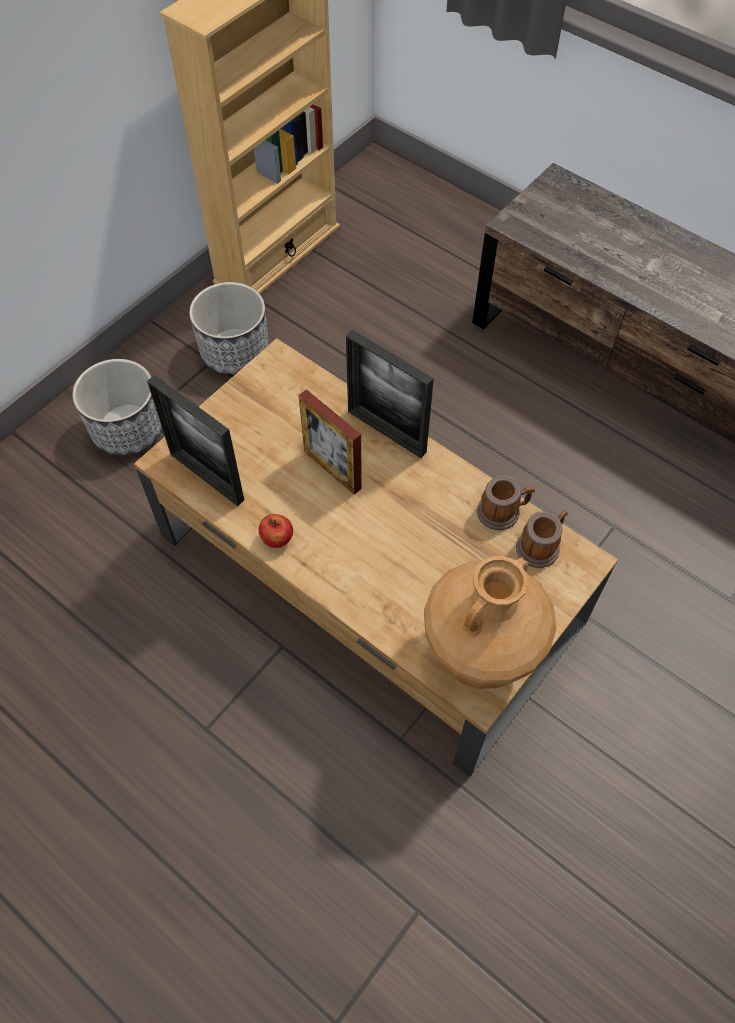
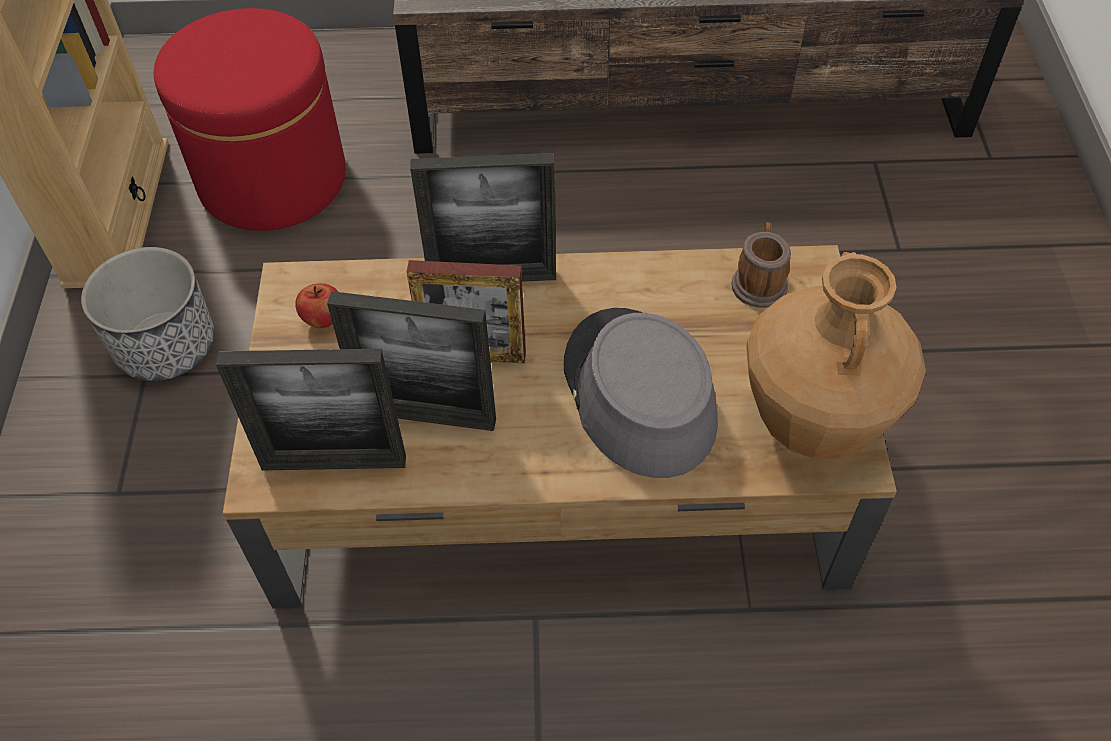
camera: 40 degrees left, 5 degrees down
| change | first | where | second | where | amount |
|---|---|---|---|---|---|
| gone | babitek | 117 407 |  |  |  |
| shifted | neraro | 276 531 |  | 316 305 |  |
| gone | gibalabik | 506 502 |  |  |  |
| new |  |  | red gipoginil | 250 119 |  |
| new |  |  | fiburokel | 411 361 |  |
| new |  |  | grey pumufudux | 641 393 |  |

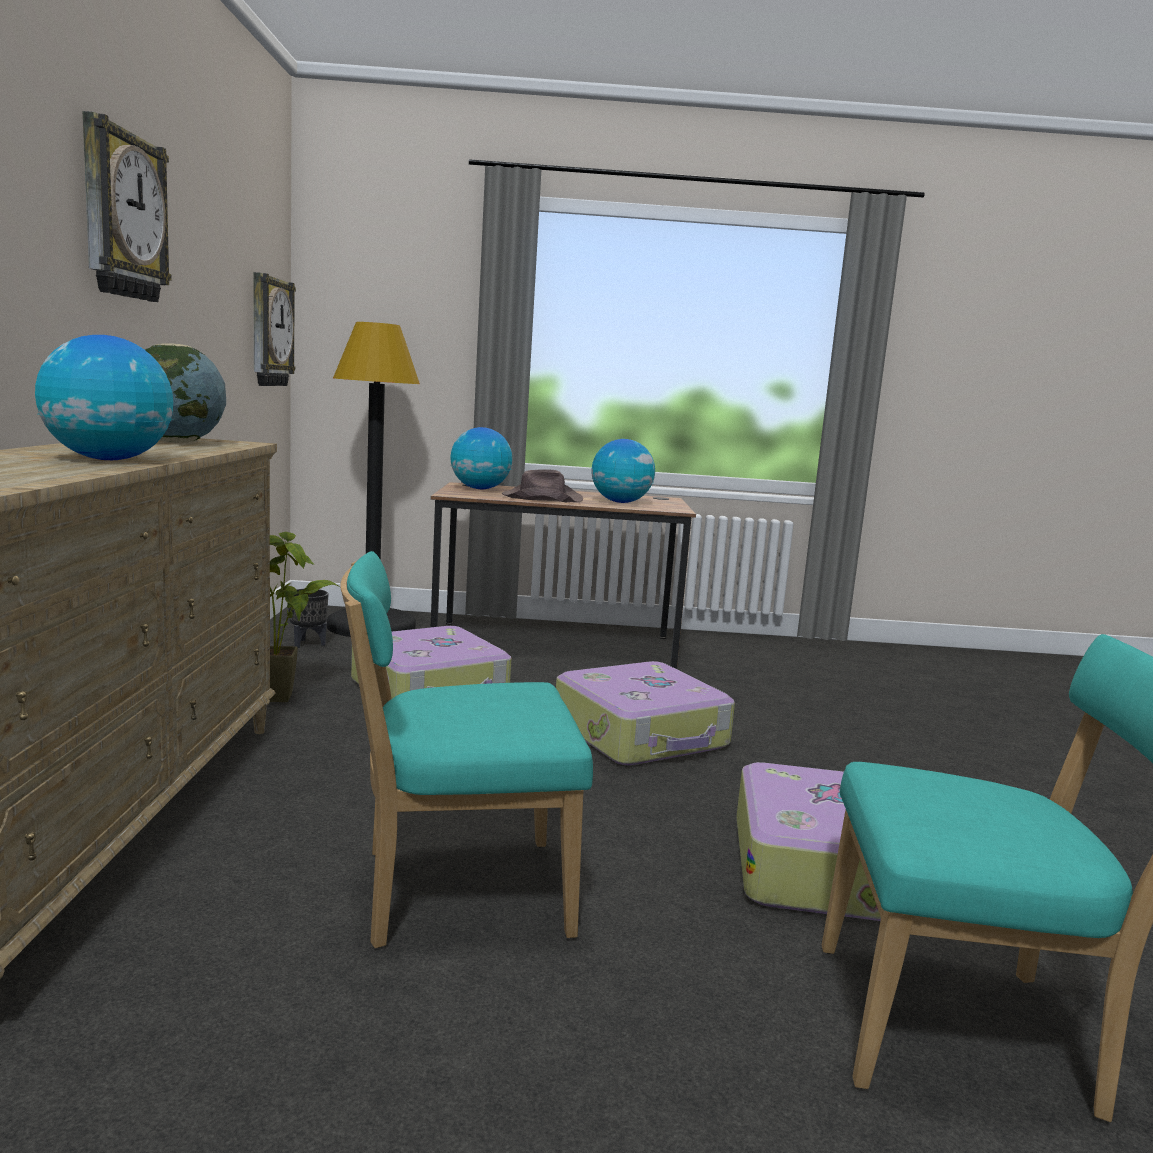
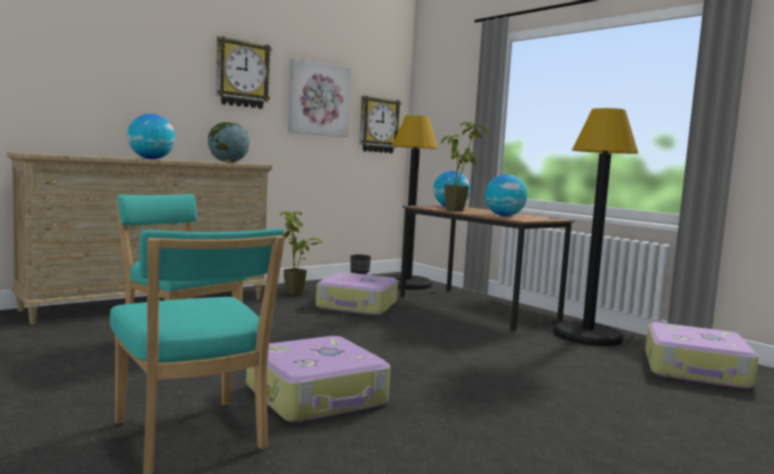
camera: 50 degrees right, 5 degrees down
| change | first | where | second | where | amount |
|---|---|---|---|---|---|
| swapped | brown pumufudux | 542 485 | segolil | 465 167 |  |
| shifted | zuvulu | 645 713 |  | 702 355 |  |
| new |  |  | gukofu | 320 97 |  |
| new |  |  | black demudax | 595 227 |  |

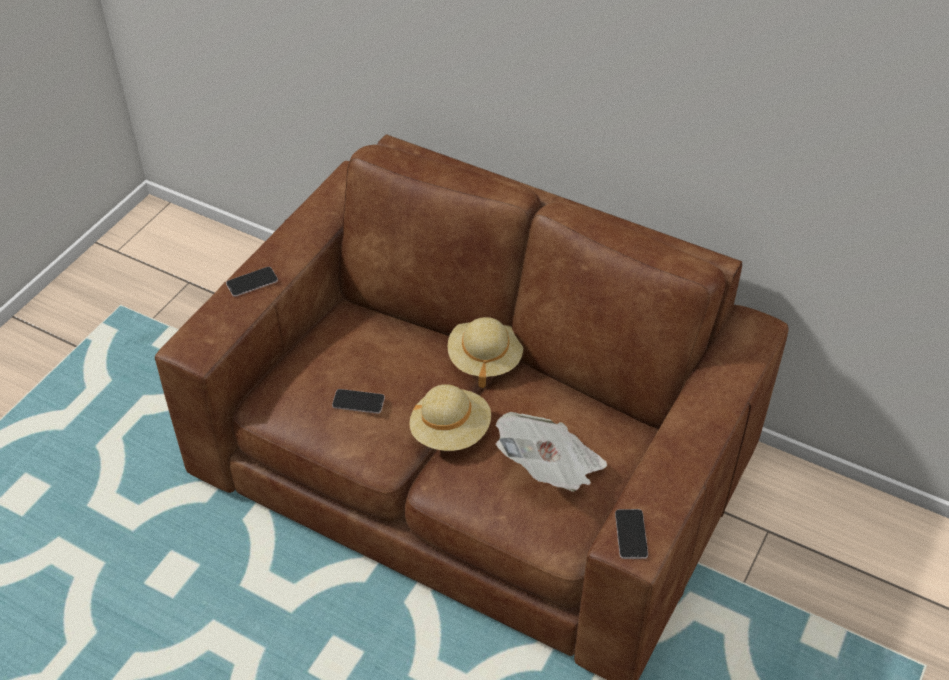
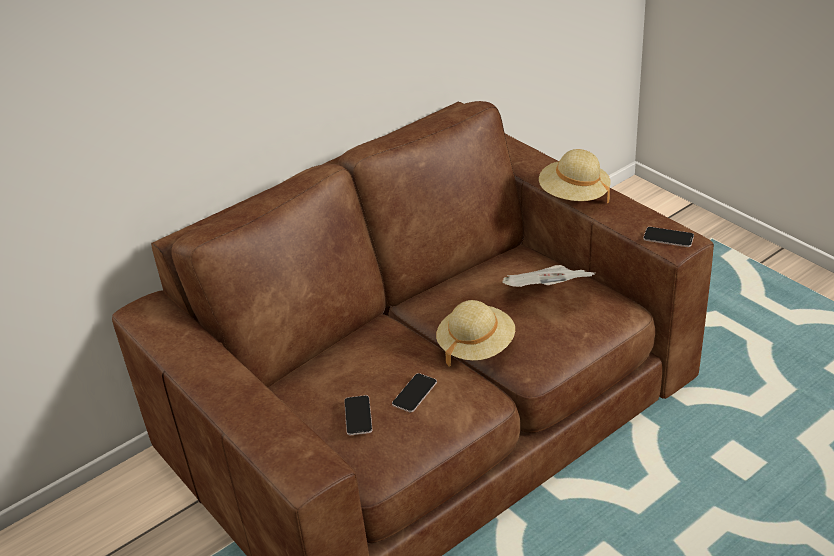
camera: 65 degrees left, 10 degrees down
| change | first | where | second | where | amount |
|---|---|---|---|---|---|
| shifted | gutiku | 252 282 |  | 358 415 |  |
| shifted | beige pumufudux | 485 352 |  | 575 176 |  |

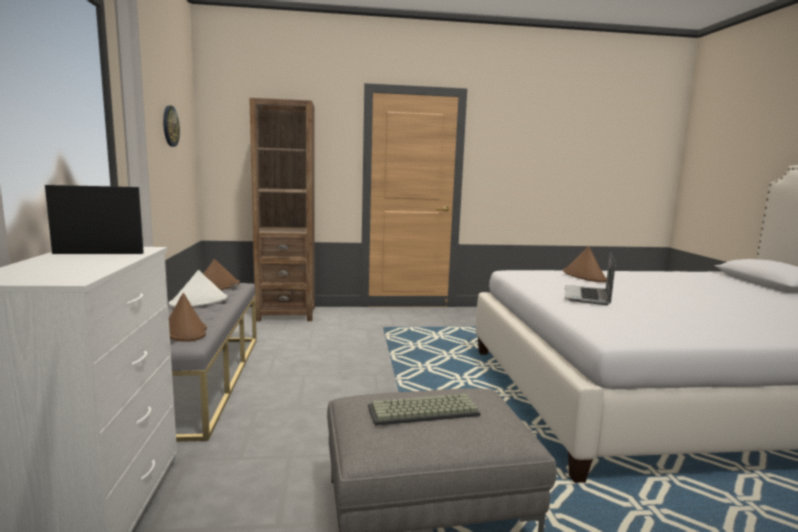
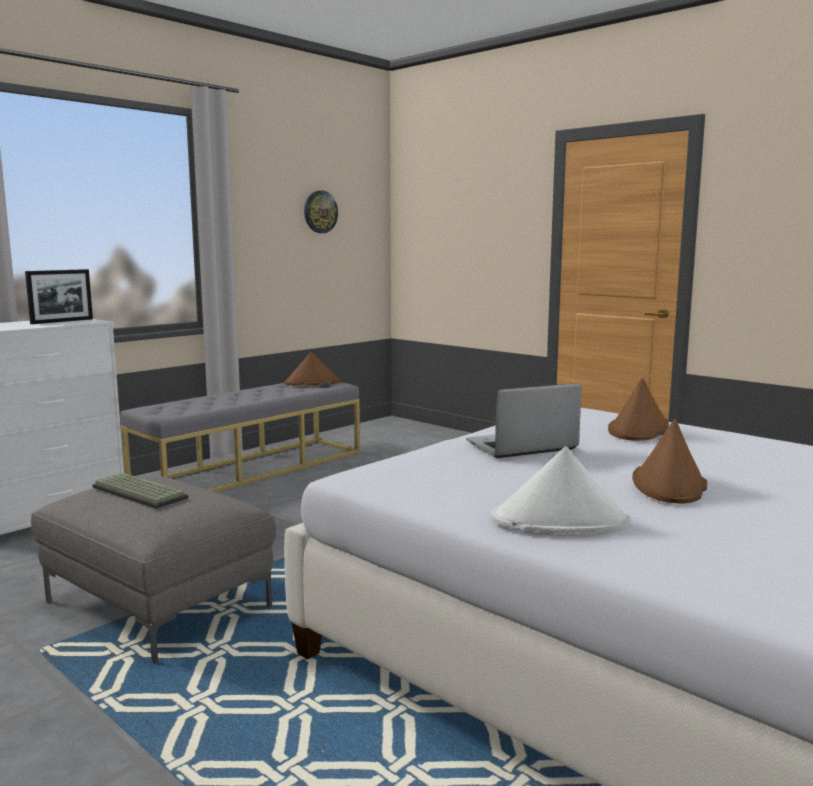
camera: 50 degrees right, 0 degrees up
| change | first | where | second | where | amount |
|---|---|---|---|---|---|
| rotated | fiburokel | 94 219 |  | 59 296 | 90 degrees clockwise |
| shifted | white pumufudux | 198 288 |  | 561 490 |  |
| shifted | brown pumufudux | 188 317 |  | 669 461 |  |
| gone | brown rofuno | 282 209 |  |  |  |

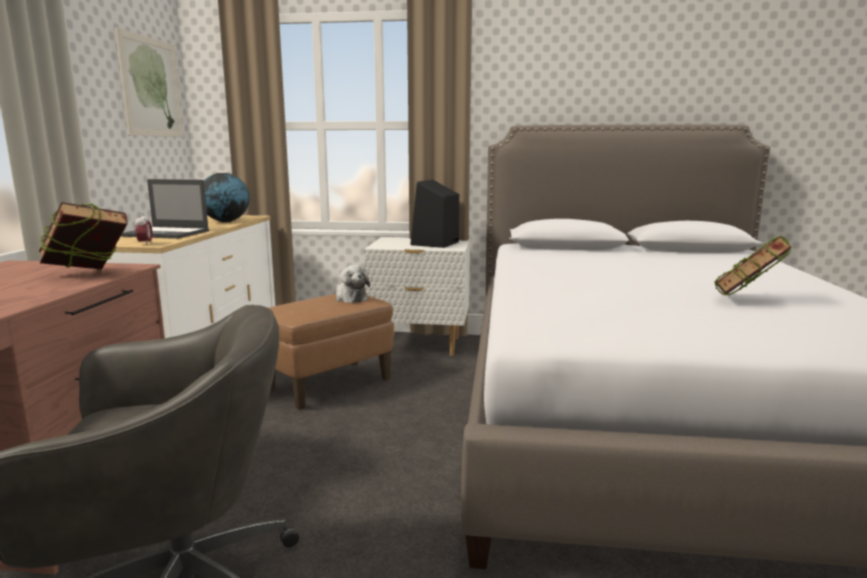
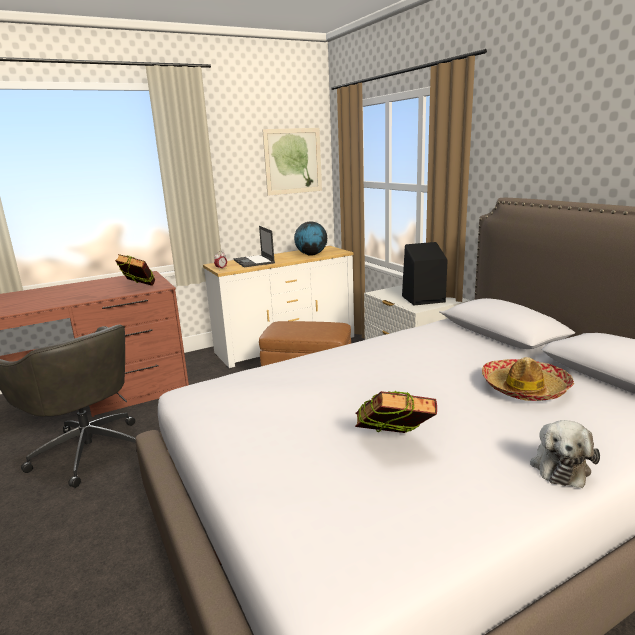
camera: 55 degrees right, 5 degrees up
| change | first | where | second | where | amount |
|---|---|---|---|---|---|
| shifted | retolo | 353 284 |  | 565 454 |  |
| new |  |  | pumufudux | 528 379 |  |

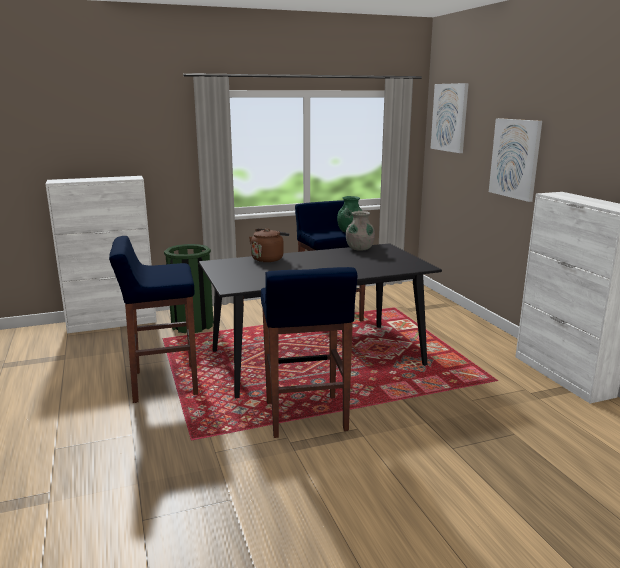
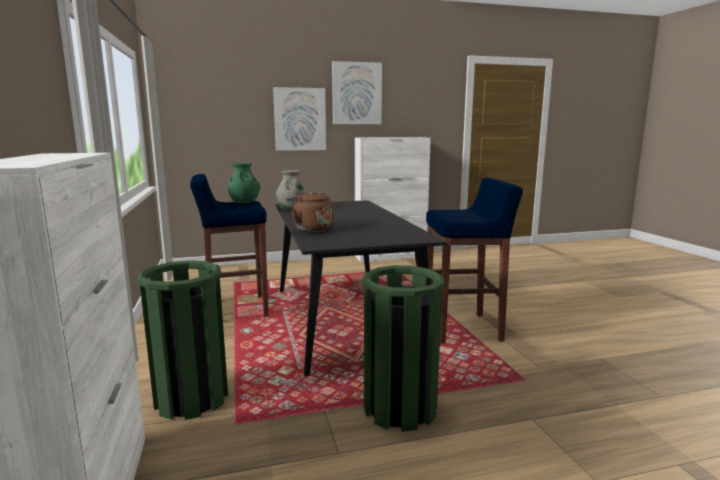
camera: 85 degrees left, 5 degrees down
| change | first | where | second | where | amount |
|---|---|---|---|---|---|
| swapped | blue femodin | 153 319 | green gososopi | 403 348 |  |
| shifted | gukofu | 450 118 |  | 357 92 |  |

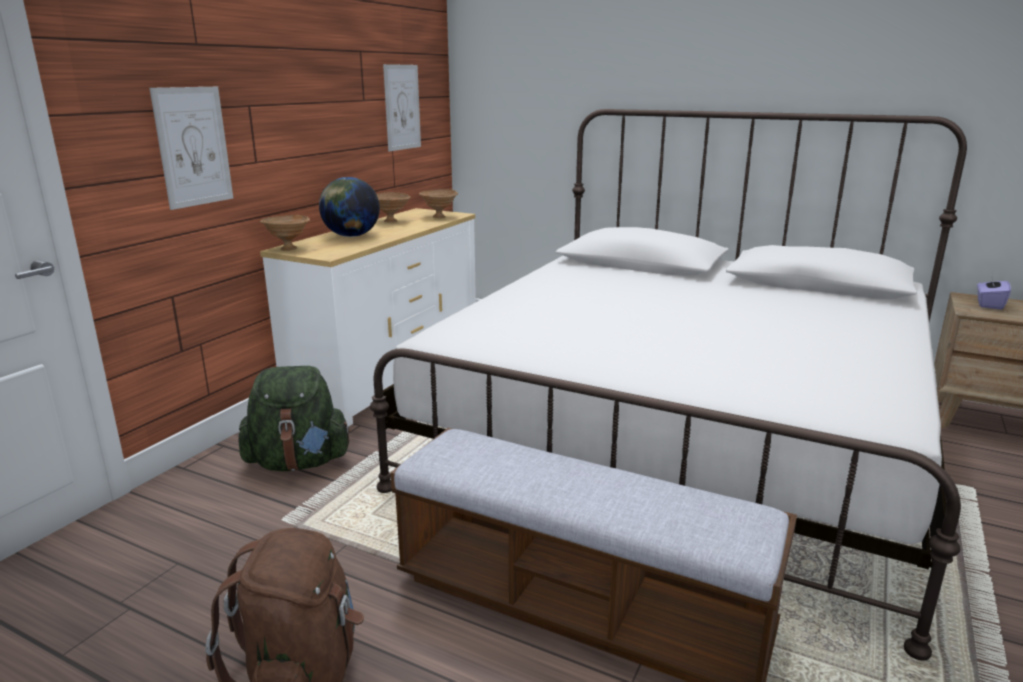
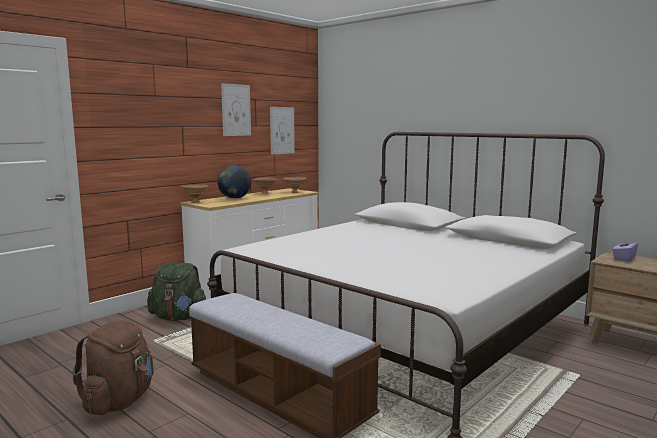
camera: 15 degrees right, 10 degrees down
| change | first | where | second | where | amount |
|---|---|---|---|---|---|
| shifted | gukofu | 191 148 |  | 236 109 |  |

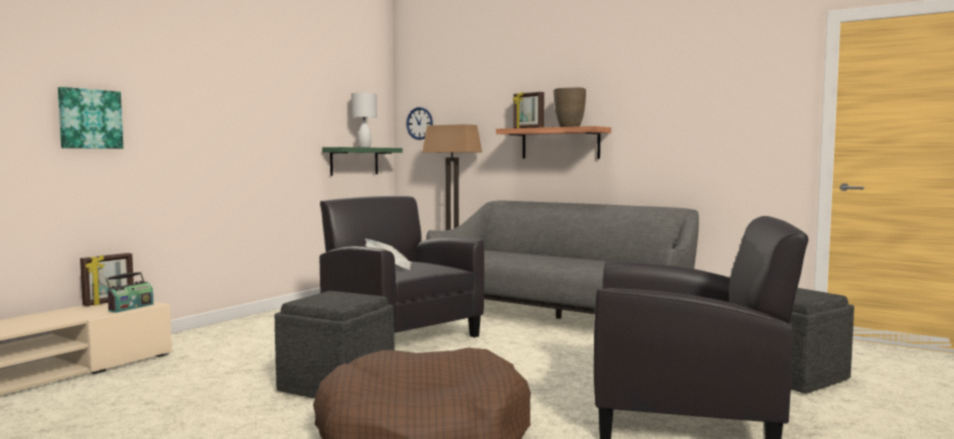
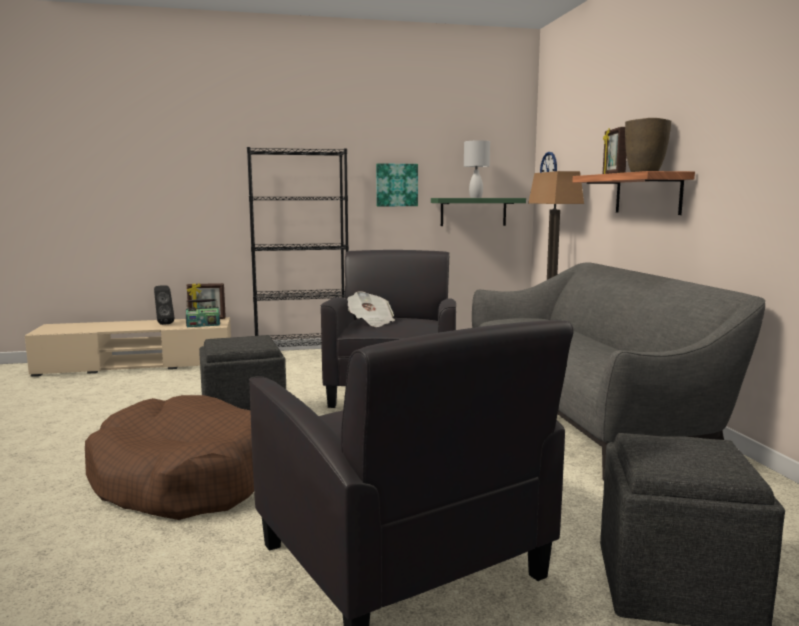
camera: 45 degrees right, 5 degrees up
| change | first | where | second | where | amount |
|---|---|---|---|---|---|
| shifted | gukofu | 90 118 |  | 397 184 |  |
| new |  |  | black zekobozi | 164 305 |  |
| new |  |  | black rofuno | 298 247 |  |

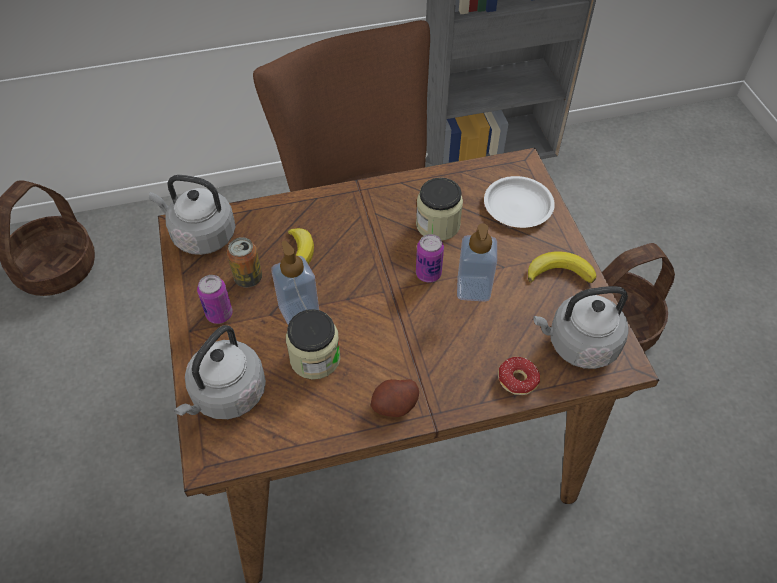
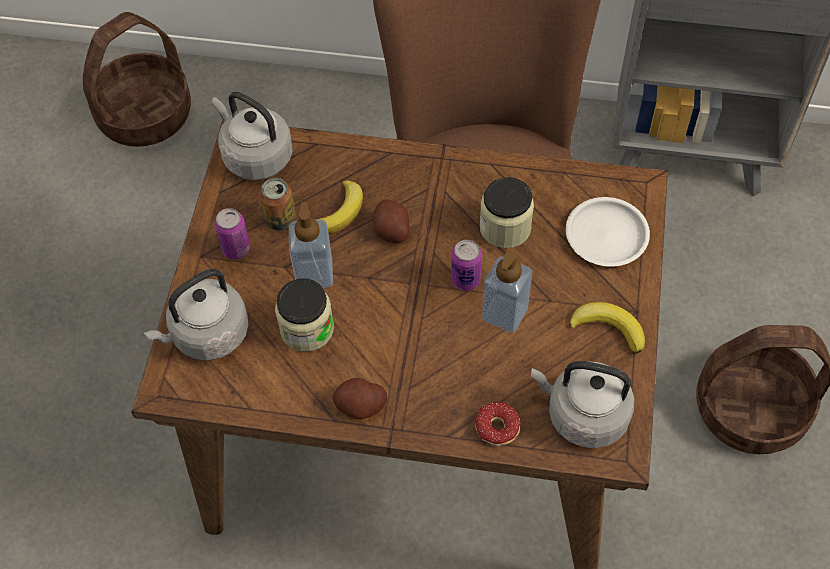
camera: 25 degrees right, 5 degrees up
| change | first | where | second | where | amount |
|---|---|---|---|---|---|
| new |  |  | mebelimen | 391 221 |  |

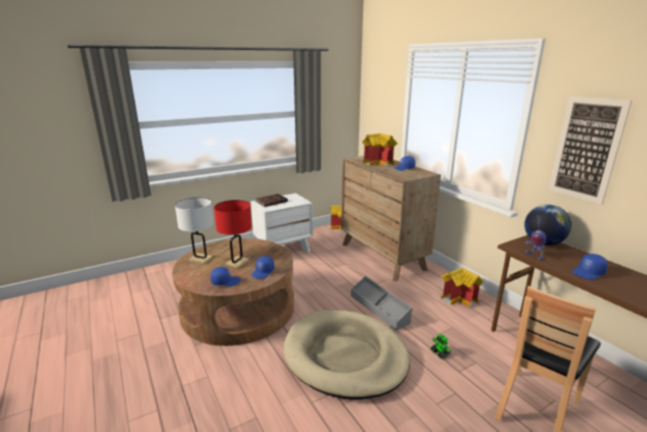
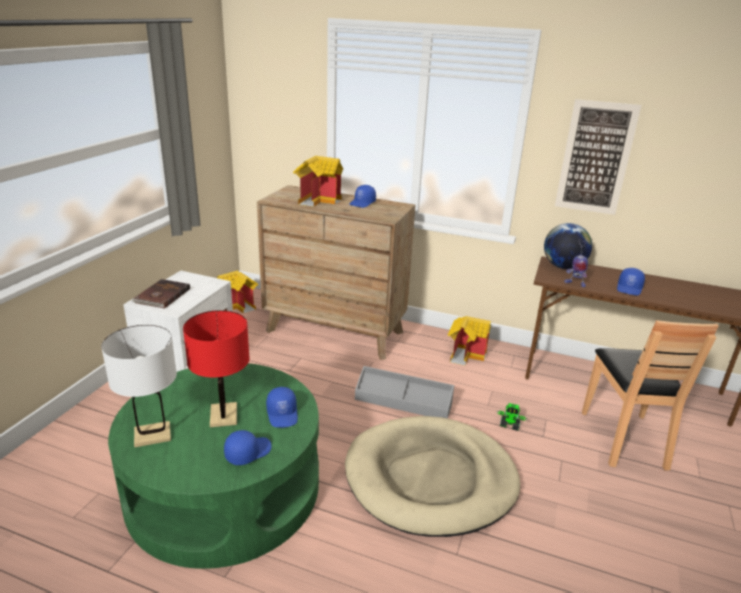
camera: 40 degrees left, 5 degrees up
| change | first | where | second | where | amount |
|---|---|---|---|---|---|
| repainted | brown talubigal | 233 292 | green talubigal | 213 466 |  |

